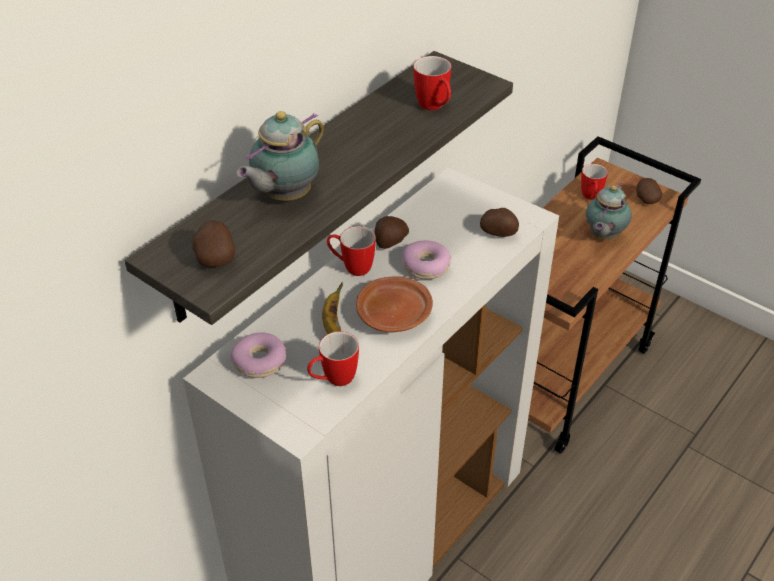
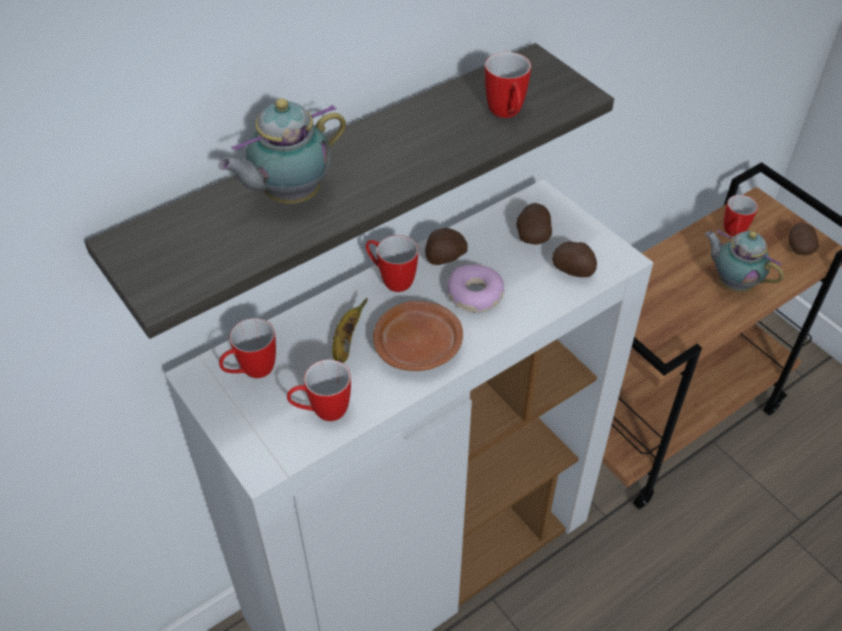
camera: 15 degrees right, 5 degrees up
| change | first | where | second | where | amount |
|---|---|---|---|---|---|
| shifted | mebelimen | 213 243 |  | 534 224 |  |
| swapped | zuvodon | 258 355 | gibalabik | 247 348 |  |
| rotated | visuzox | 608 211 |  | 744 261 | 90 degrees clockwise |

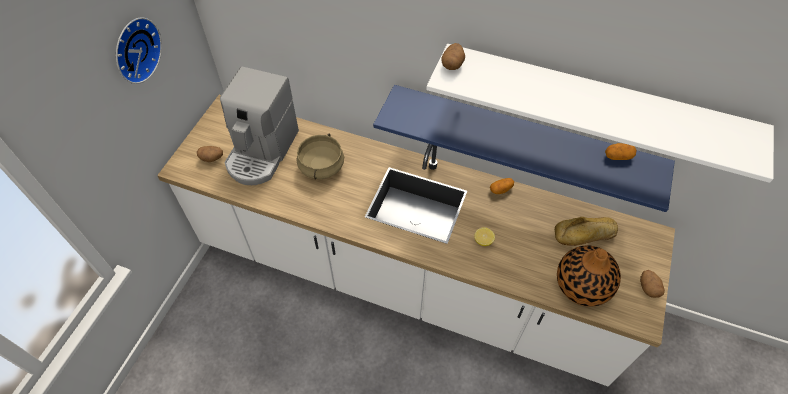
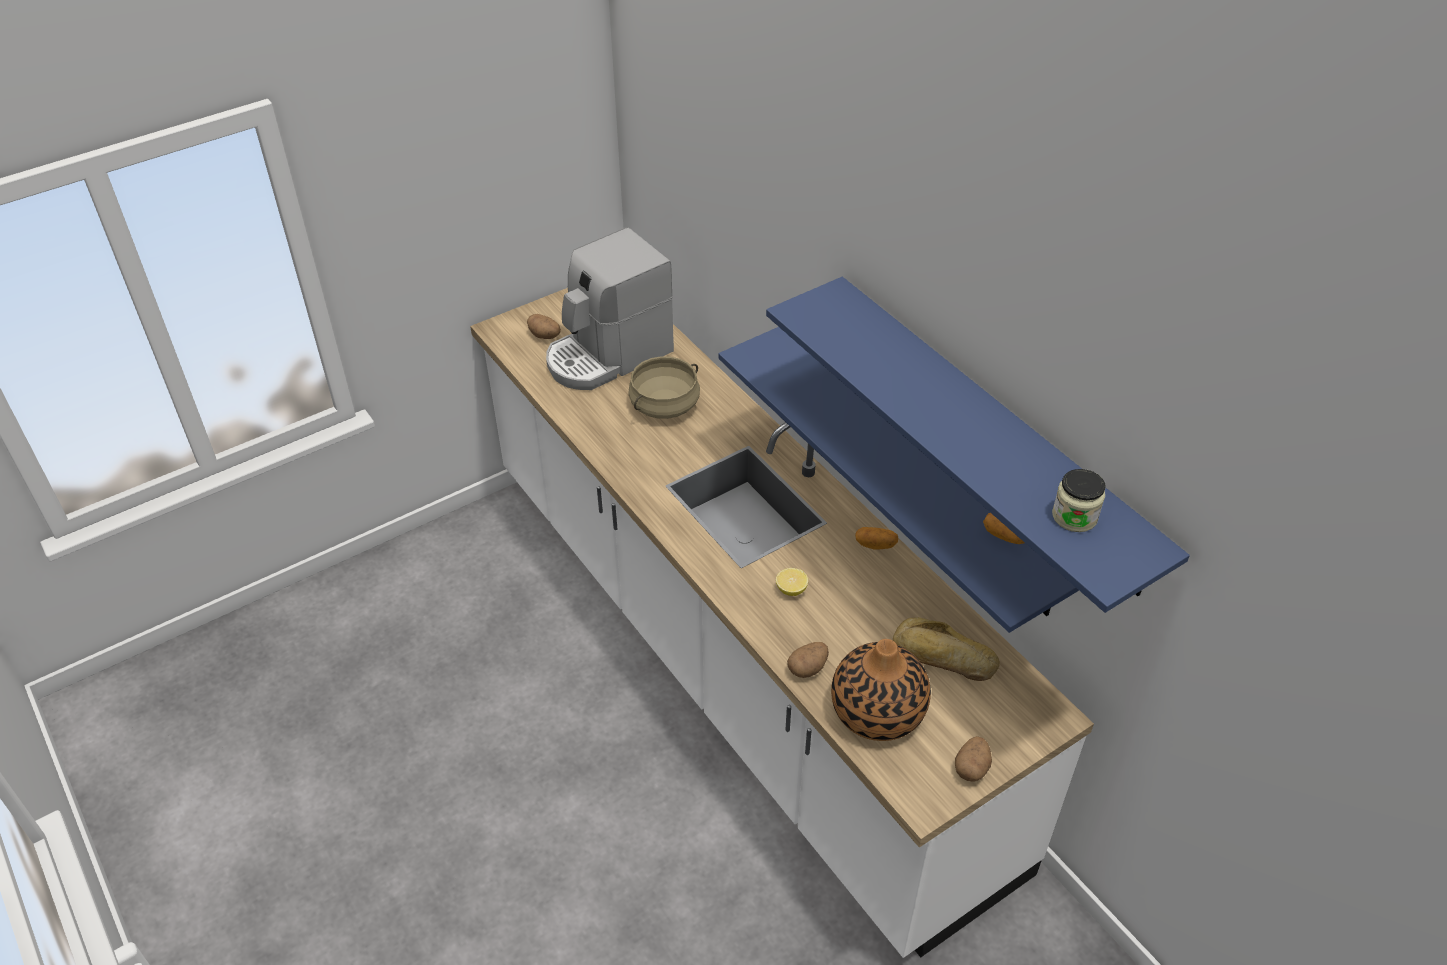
camera: 35 degrees right, 10 degrees down
| change | first | where | second | where | amount |
|---|---|---|---|---|---|
| gone | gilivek | 139 50 |  |  |  |
| repainted | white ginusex | 600 113 | blue ginusex | 978 445 |  |
| shifted | mebelimen | 453 56 |  | 808 660 |  |
| new |  |  | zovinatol | 1079 500 |  |

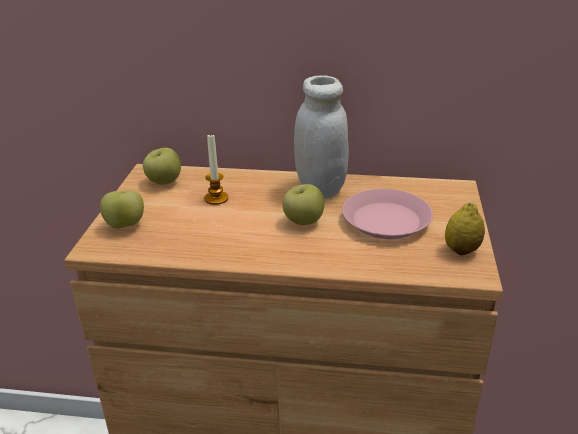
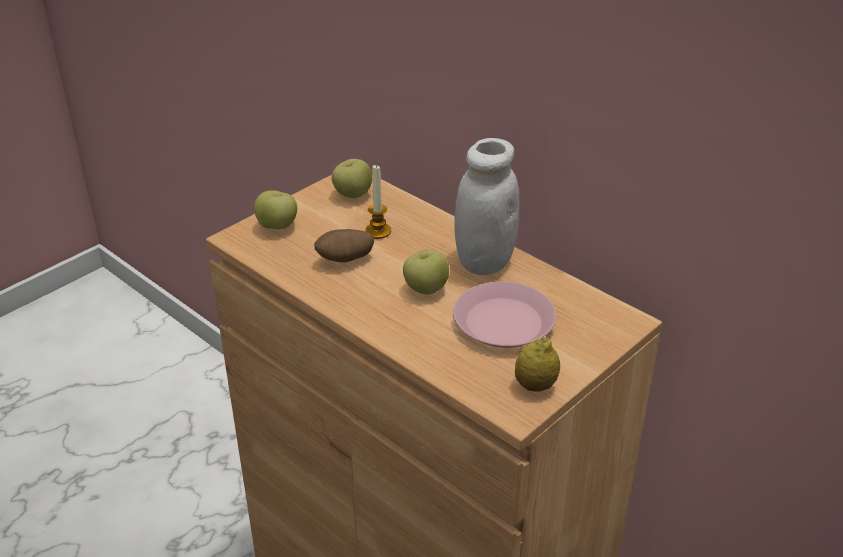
camera: 35 degrees right, 5 degrees up
| change | first | where | second | where | amount |
|---|---|---|---|---|---|
| new |  |  | mebelimen | 344 245 |  |

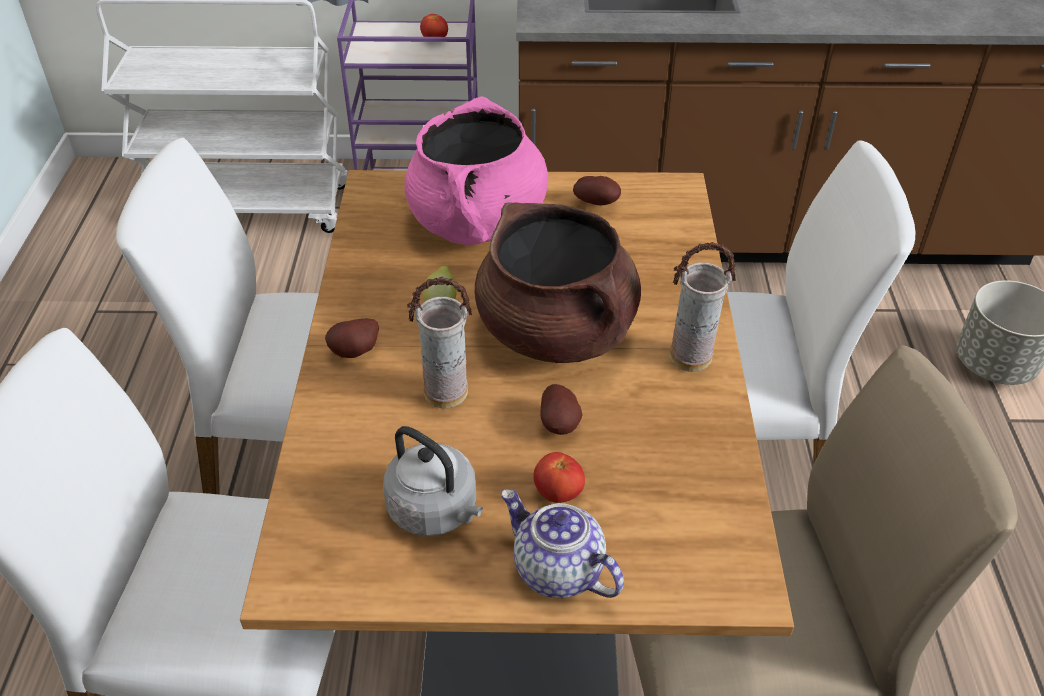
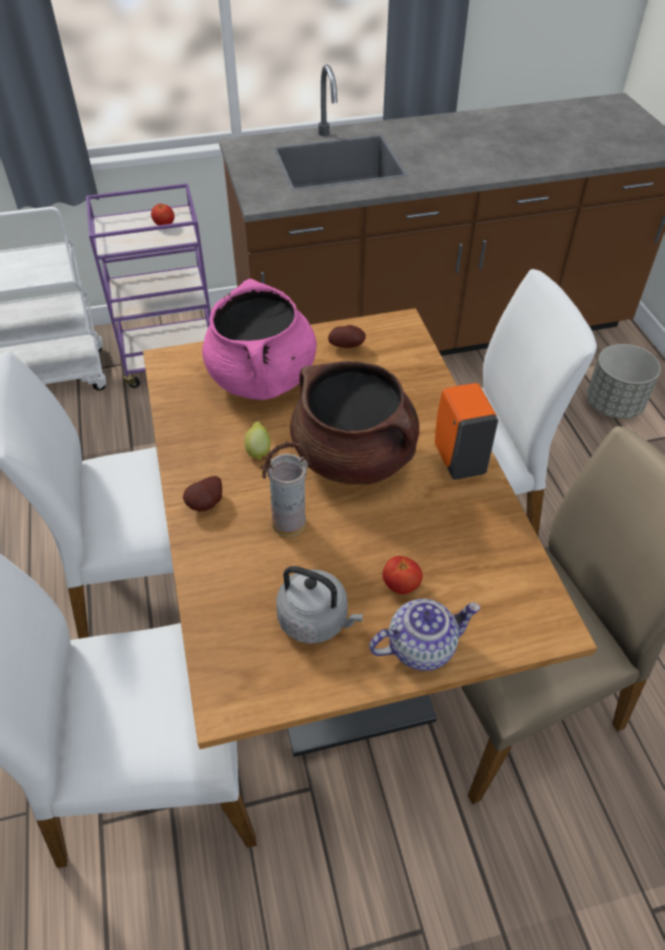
camera: 15 degrees left, 5 degrees up
| change | first | where | second | where | amount |
|---|---|---|---|---|---|
| rotated | visuzox | 562 543 |  | 424 635 | 135 degrees clockwise |
| gone | mebelimen | 561 409 |  |  |  |
| swapped | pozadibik | 702 307 | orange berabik | 466 431 |  |

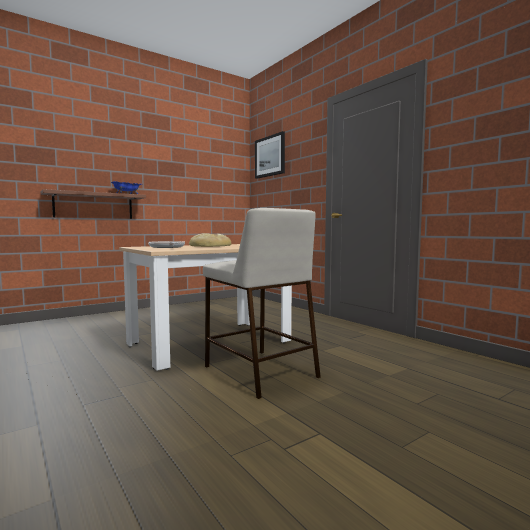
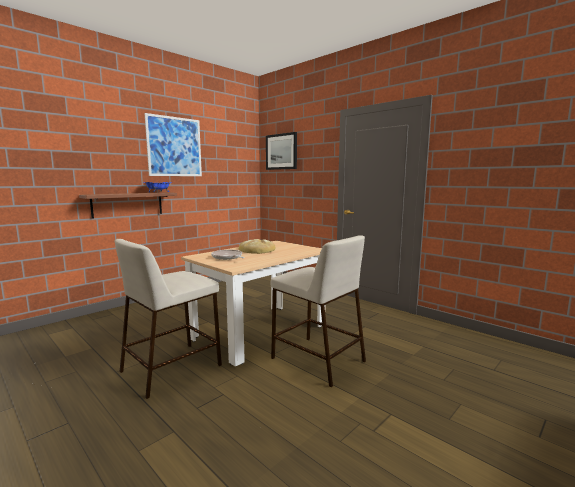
camera: 10 degrees left, 5 degrees up
| change | first | where | second | where | amount |
|---|---|---|---|---|---|
| new |  |  | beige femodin | 168 319 |  |
| new |  |  | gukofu | 173 144 |  |

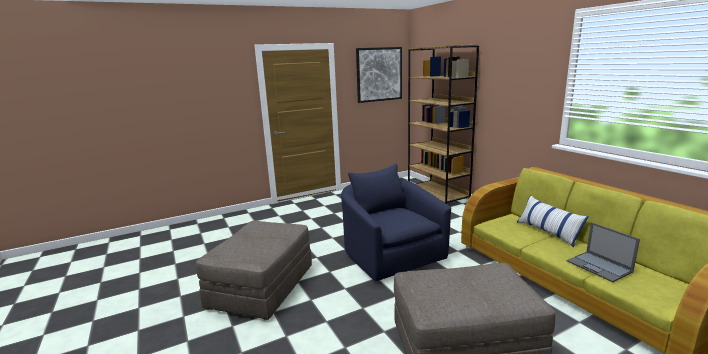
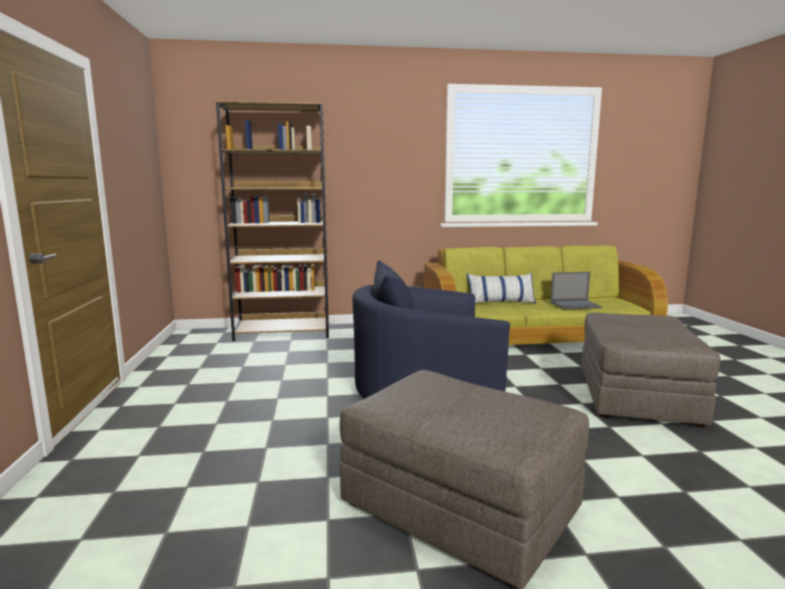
camera: 70 degrees left, 5 degrees down
| change | first | where | second | where | amount |
|---|---|---|---|---|---|
| gone | gukofu | 379 75 |  |  |  |

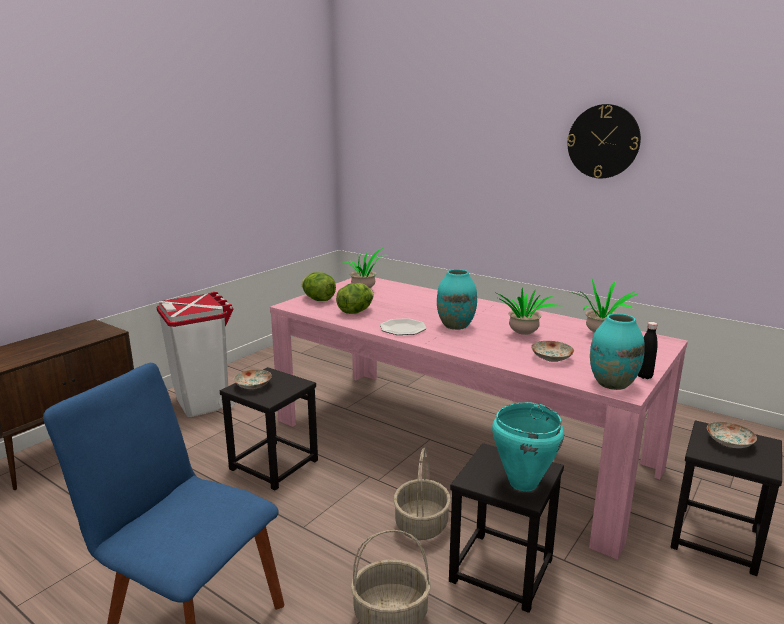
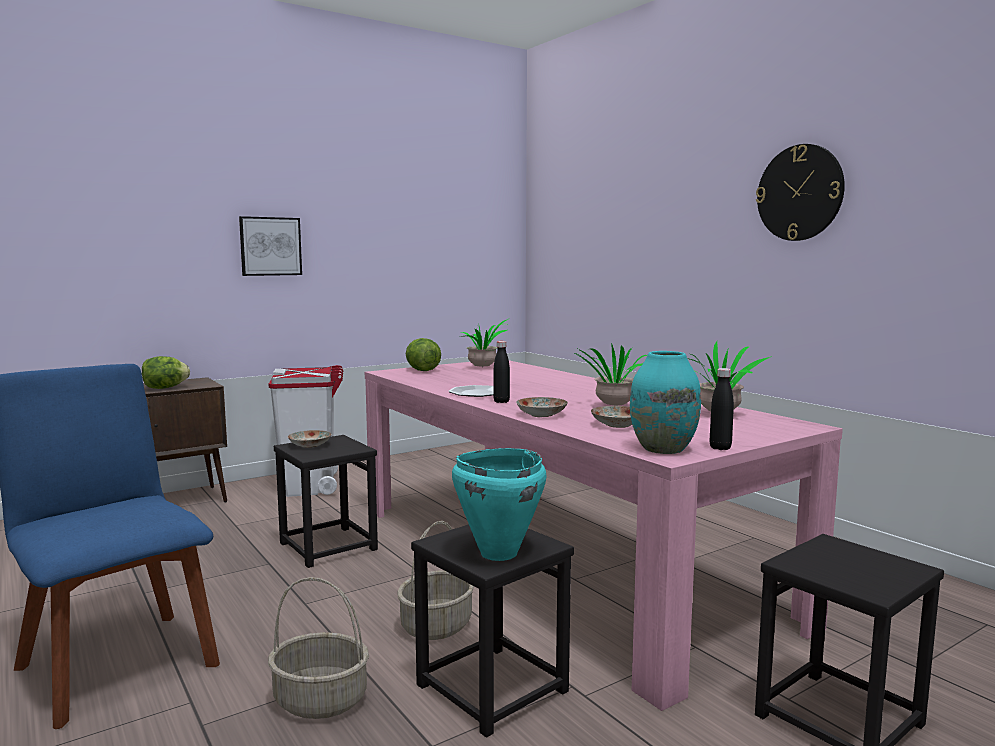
camera: 20 degrees right, 10 degrees down
| change | first | where | second | where | amount |
|---|---|---|---|---|---|
| shifted | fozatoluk | 355 298 |  | 166 372 |  |
| gone | turquoise pozadibik | 457 299 |  |  |  |
| shifted | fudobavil | 732 435 |  | 542 407 |  |
| new |  |  | gukofu | 270 246 |  |
| new |  |  | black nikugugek | 501 372 |  |

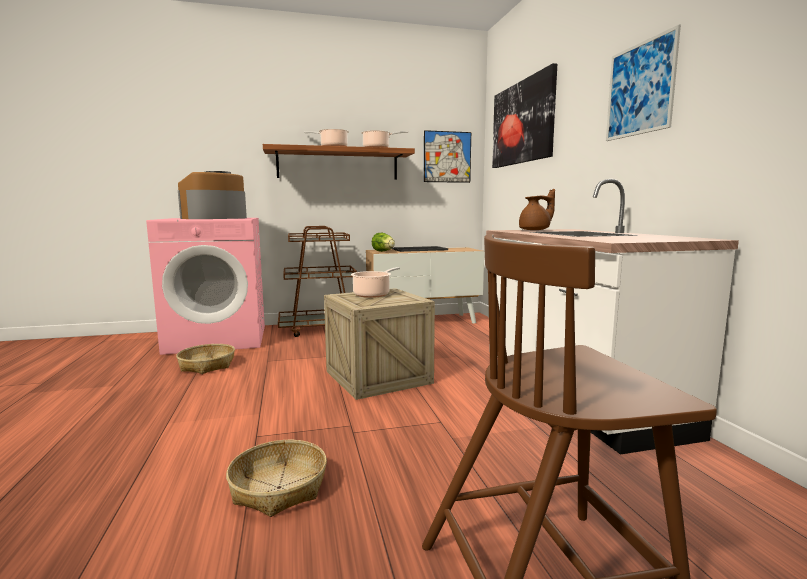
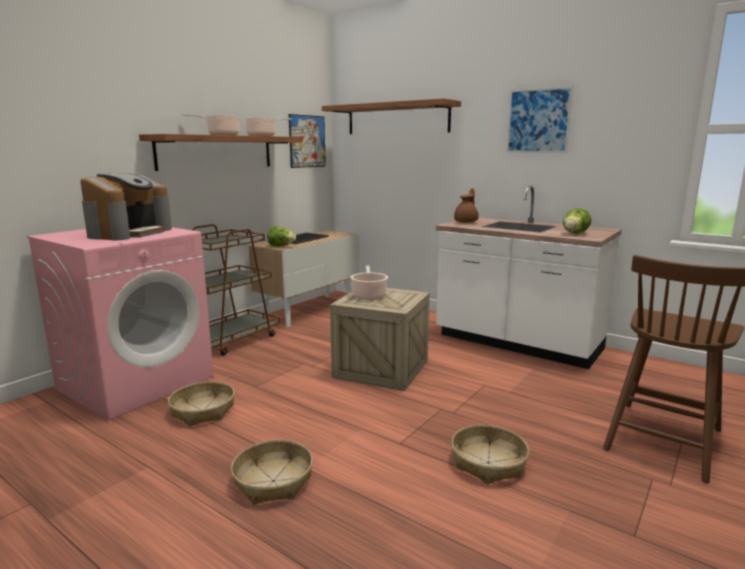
camera: 40 degrees left, 5 degrees up
| change | first | where | second | where | amount |
|---|---|---|---|---|---|
| rotated | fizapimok | 212 195 |  | 126 206 | 150 degrees counterclockwise |
| swapped | gukofu | 524 115 | ginusex | 391 116 |  |
| new |  |  | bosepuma | 272 472 |  |
| new |  |  | fozatoluk | 577 221 |  |

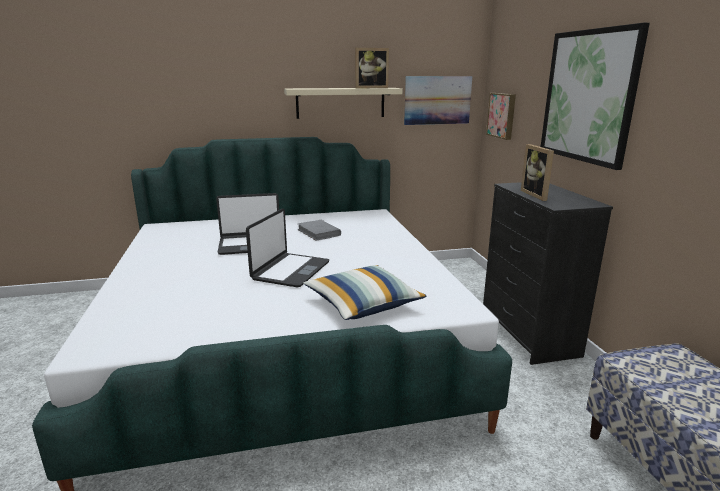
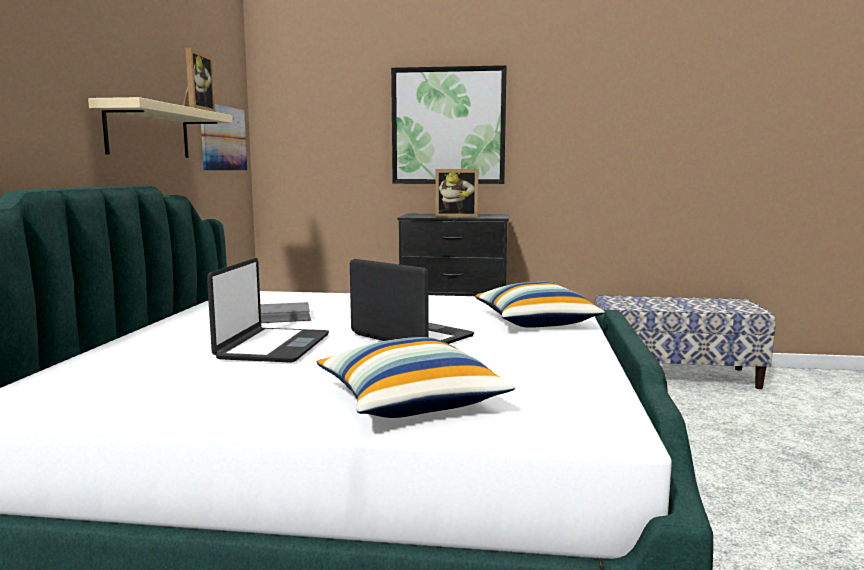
camera: 70 degrees left, 10 degrees down
| change | first | where | second | where | amount |
|---|---|---|---|---|---|
| gone | gukofu | 501 116 |  |  |  |
| new |  |  | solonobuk | 416 377 |  |

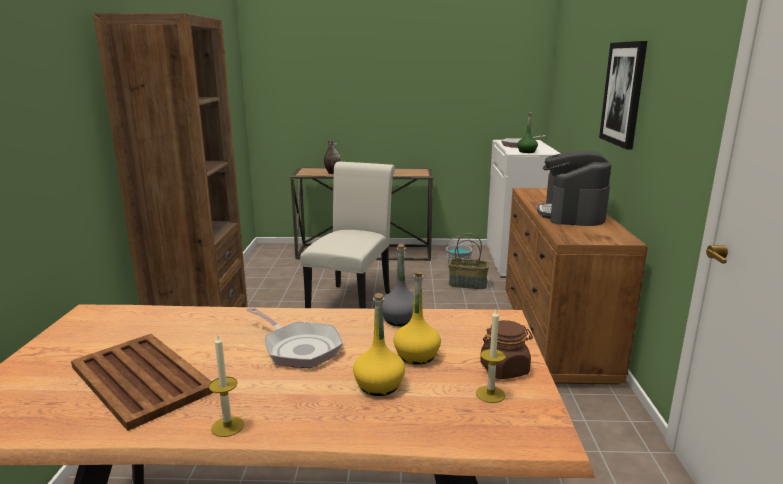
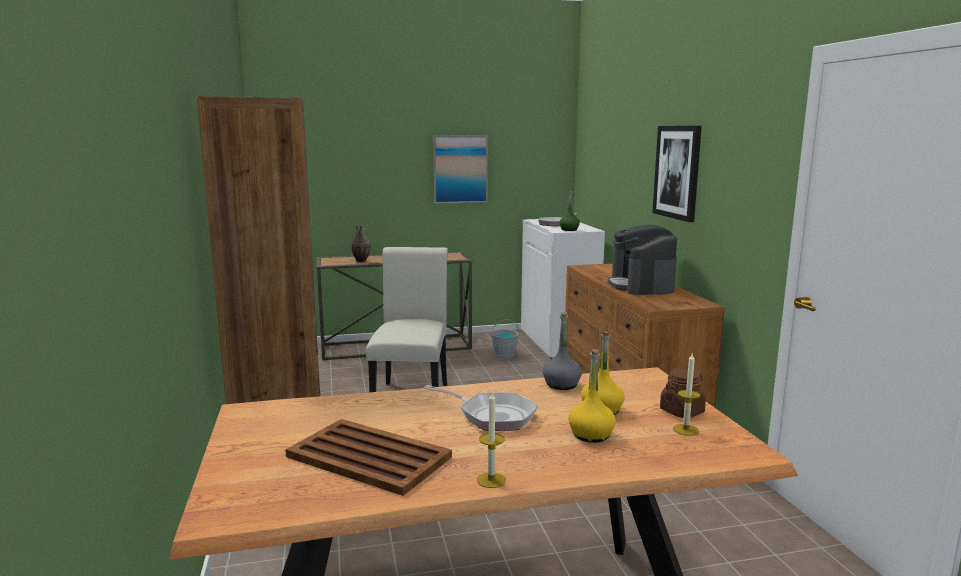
camera: 15 degrees left, 5 degrees down
| change | first | where | second | where | amount |
|---|---|---|---|---|---|
| gone | bosepuma | 469 261 |  |  |  |
| new |  |  | gukofu | 460 170 |  |

